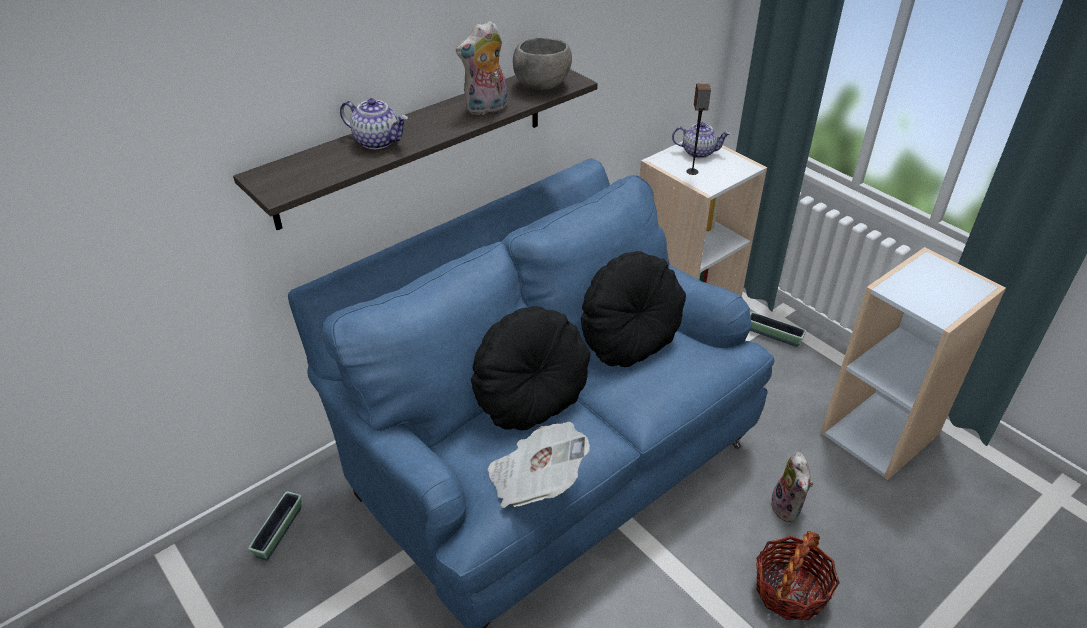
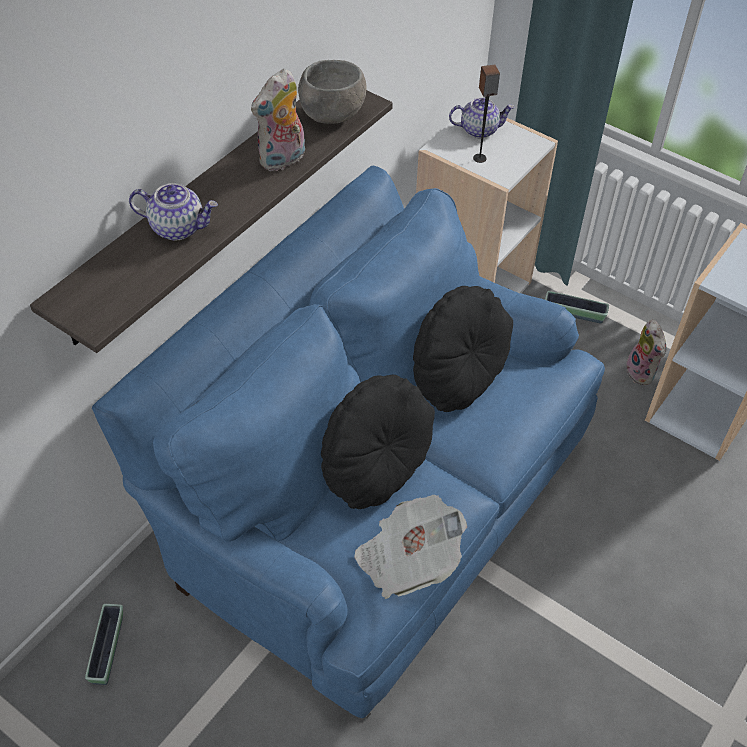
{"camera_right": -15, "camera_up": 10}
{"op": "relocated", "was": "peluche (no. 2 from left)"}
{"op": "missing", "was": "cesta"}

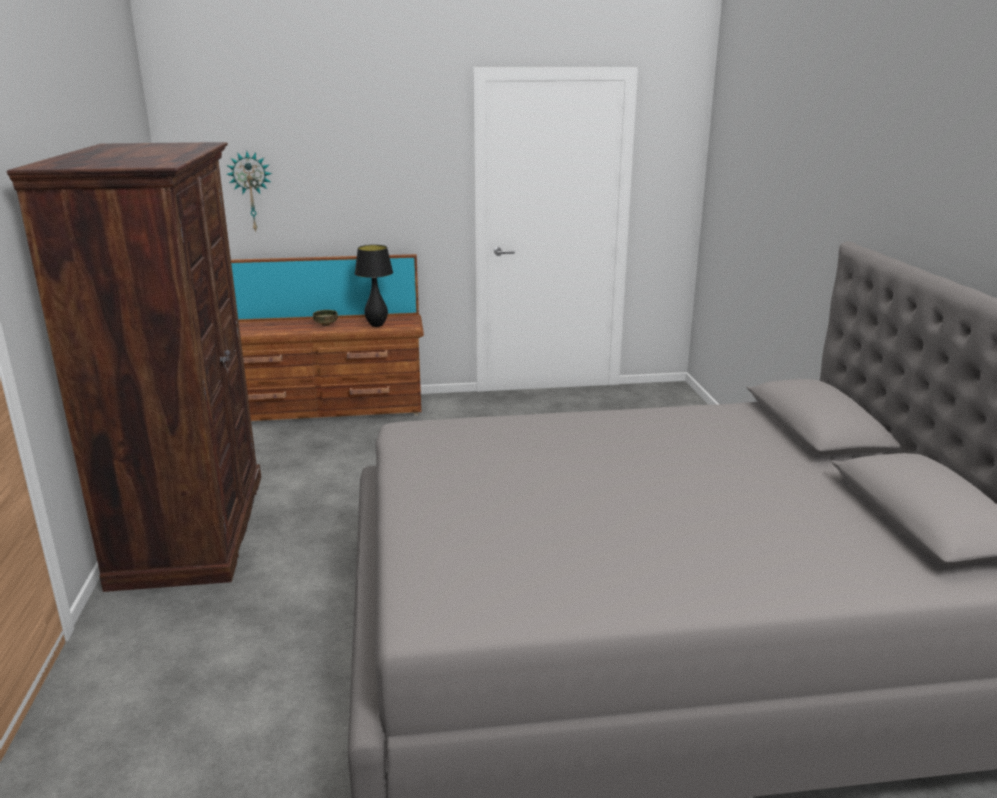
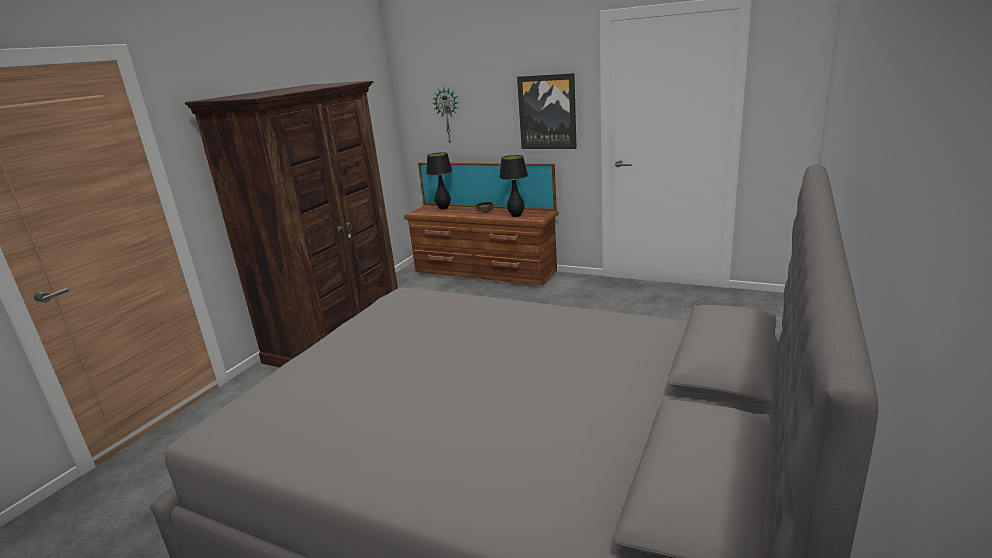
{"camera_right": 35, "camera_up": 0}
{"op": "appeared", "now": "cuadro"}
{"op": "appeared", "now": "lámpara de mesa [negro] (no. 1 from left)"}

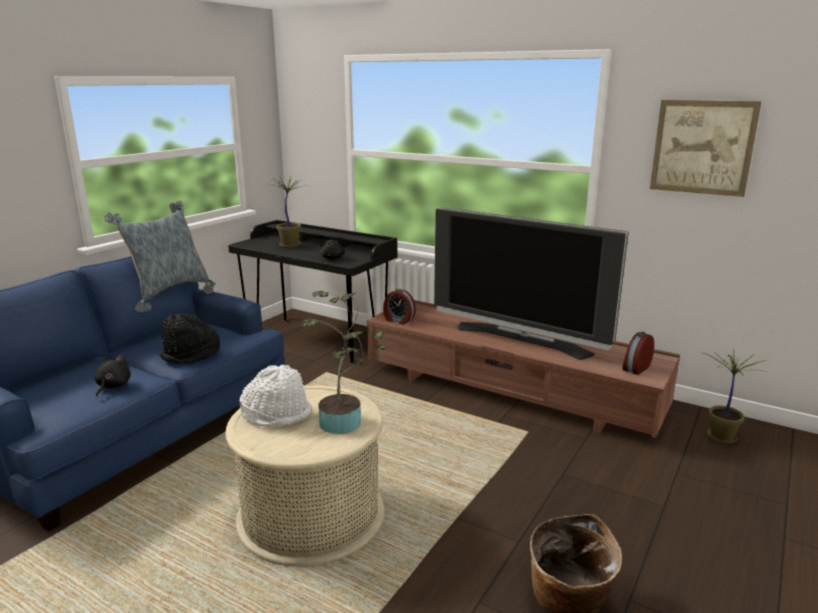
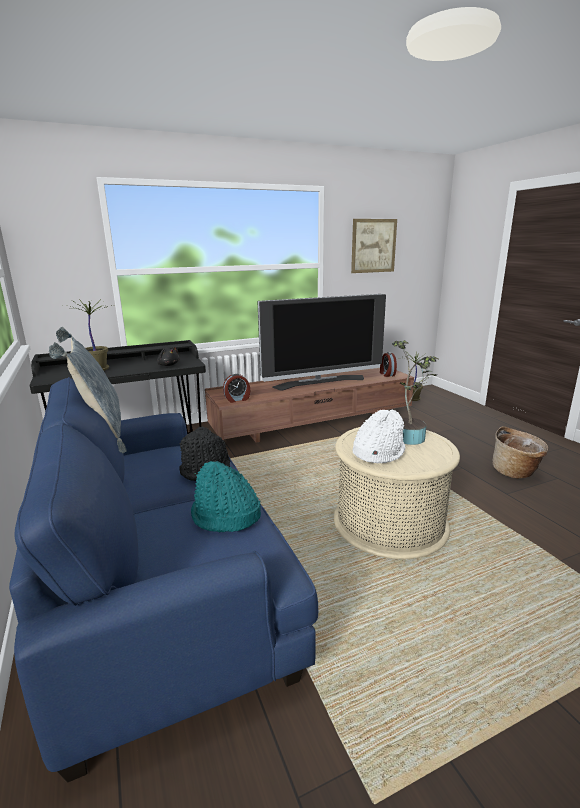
{"camera_right": -55, "camera_up": 0}
{"op": "exchanged", "was": "peluche [negro] (no. 1 from left)", "now": "sombrero [turquesa]"}

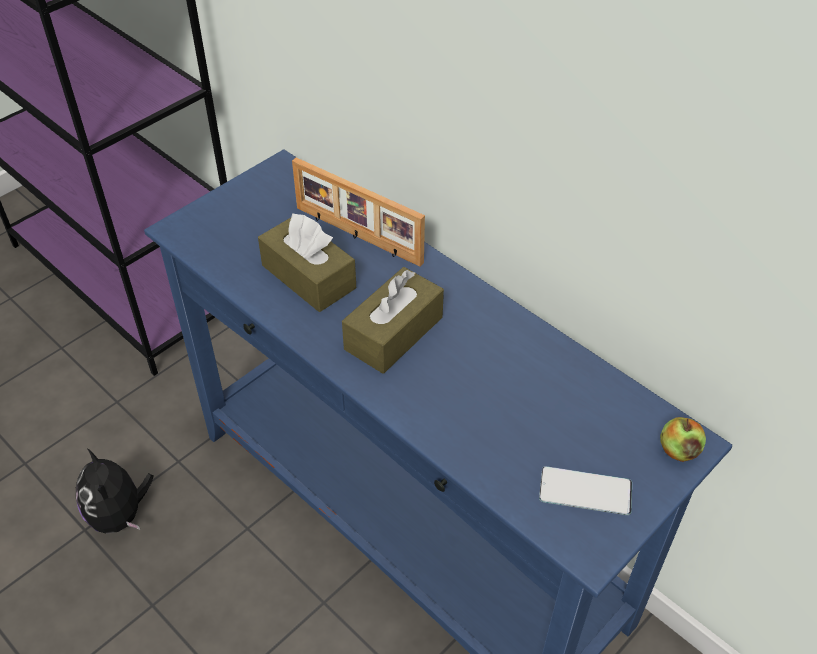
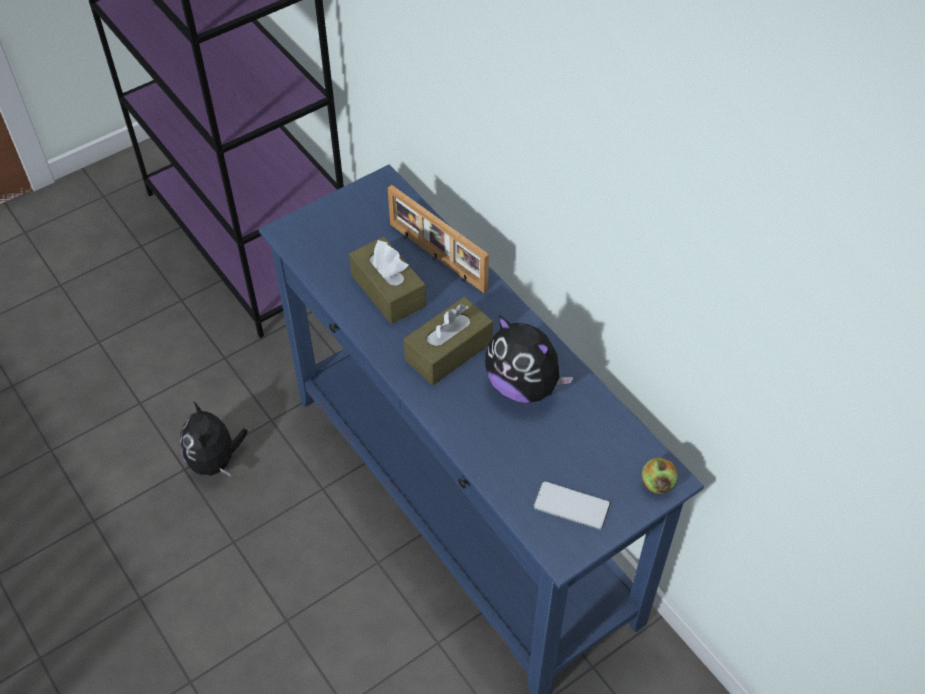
{"camera_right": 10, "camera_up": 5}
{"op": "appeared", "now": "peluche (no. 2 from left)"}

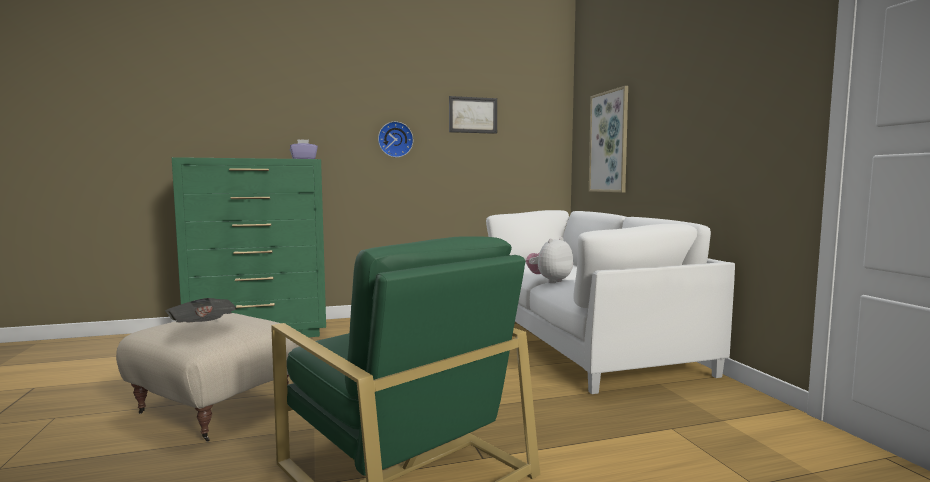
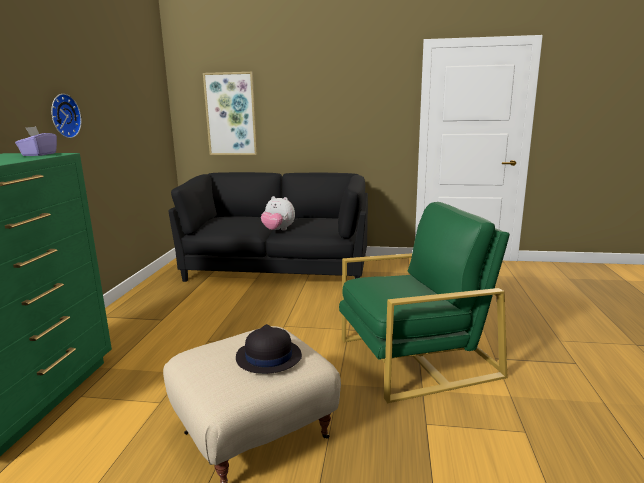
{"camera_right": -65, "camera_up": 10}
{"op": "missing", "was": "cuadro (no. 1 from left)"}
{"op": "colour", "was": "sofá [blanco]", "now": "sofá [negro]"}
{"op": "spun", "was": "peluche", "clockwise": -45}
{"op": "exchanged", "was": "periódico", "now": "sombrero [negro]"}

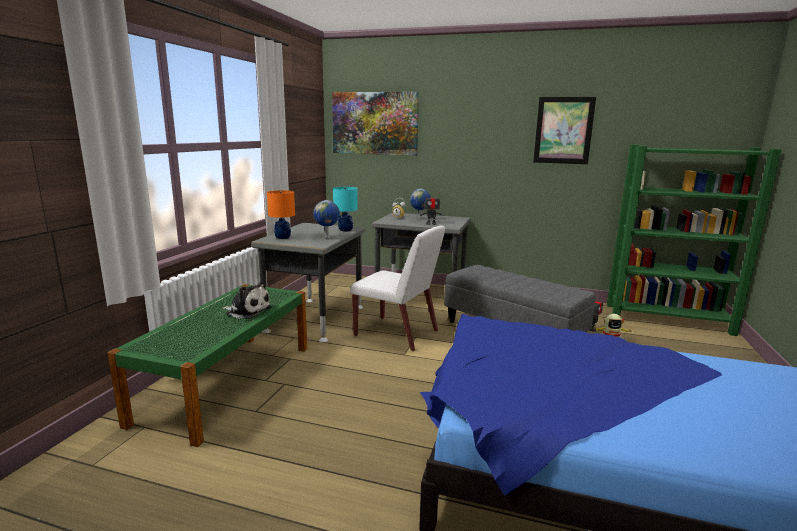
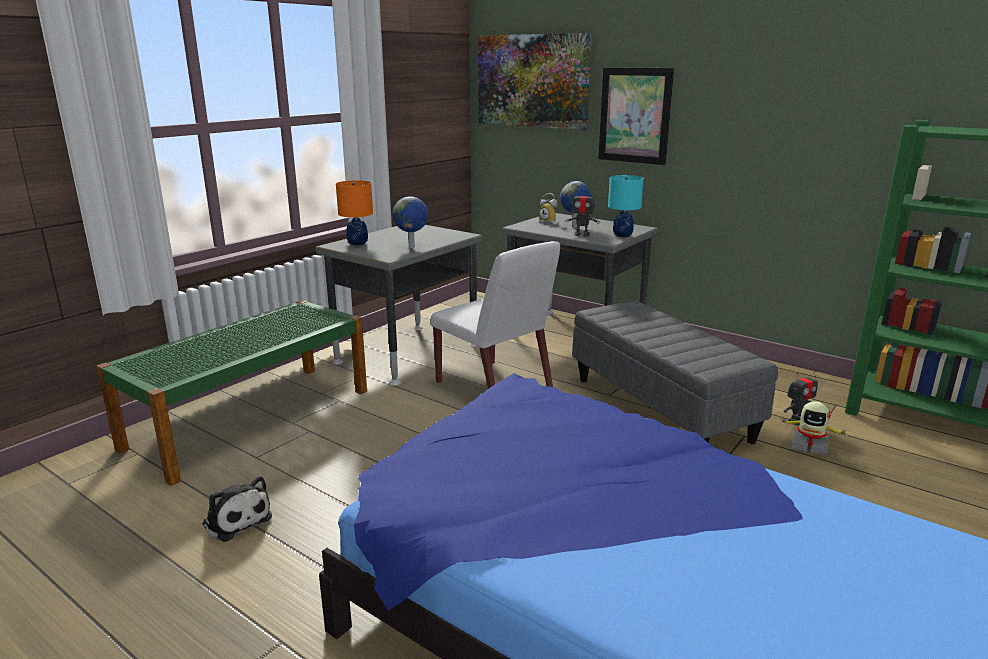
{"camera_right": 20, "camera_up": 5}
{"op": "relocated", "was": "cuadro (no. 2 from left)"}
{"op": "relocated", "was": "lámpara de mesa [turquesa]"}
{"op": "relocated", "was": "peluche"}

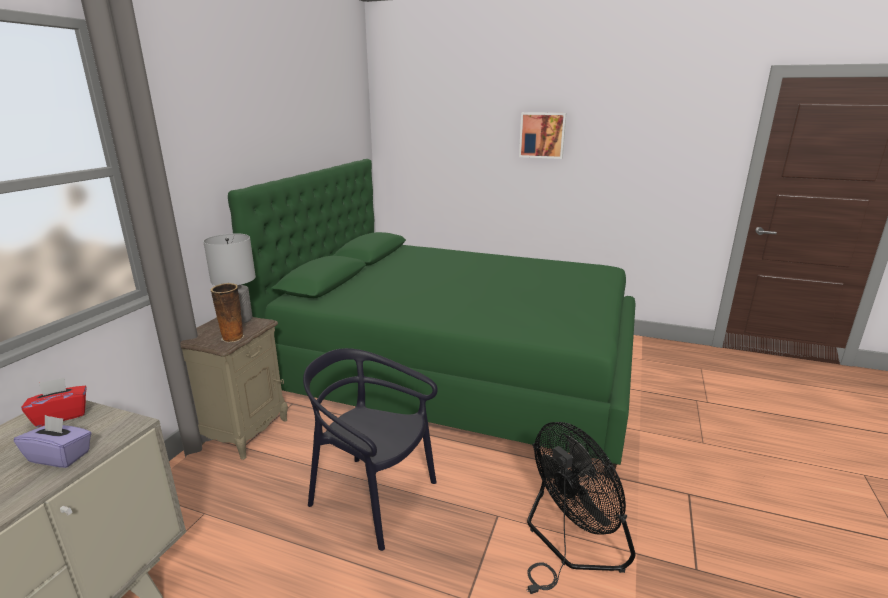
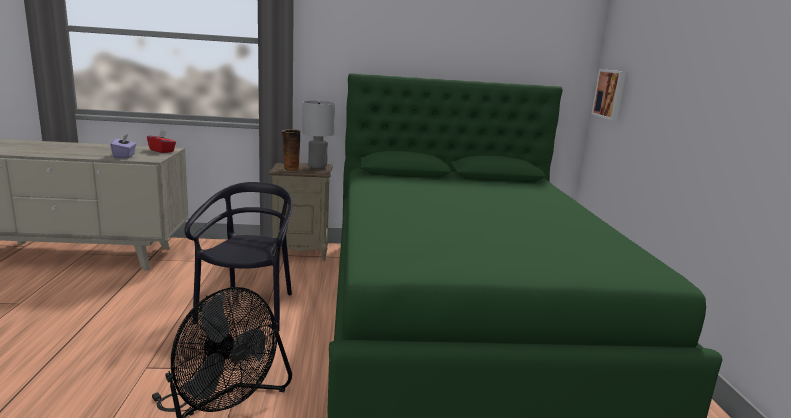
{"camera_right": 65, "camera_up": -5}
{"op": "relocated", "was": "cuadro"}

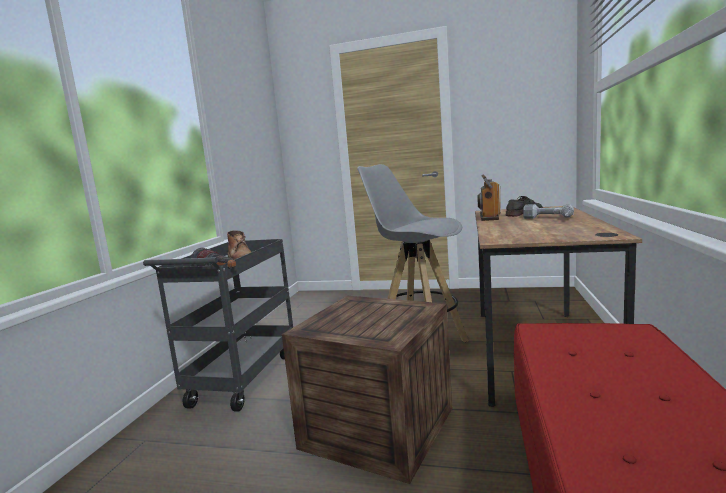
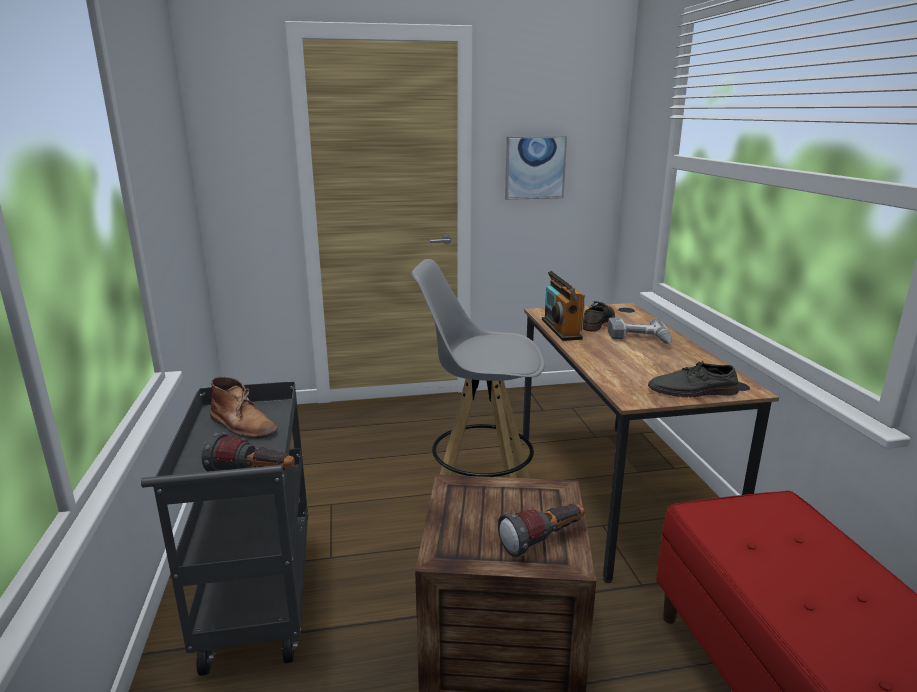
{"camera_right": -25, "camera_up": 10}
{"op": "appeared", "now": "cuadro"}
{"op": "appeared", "now": "zapato [gris] (no. 2 from left)"}
{"op": "appeared", "now": "linterna (no. 2 from left)"}

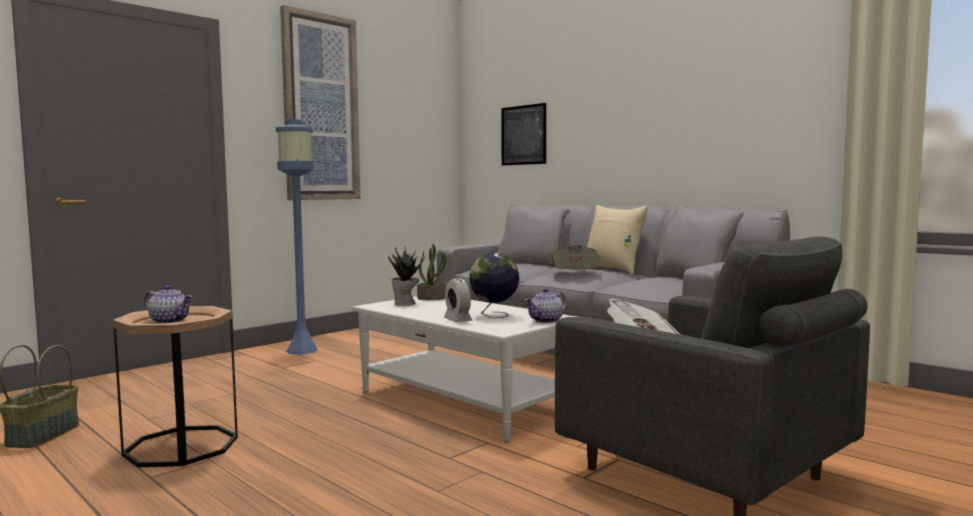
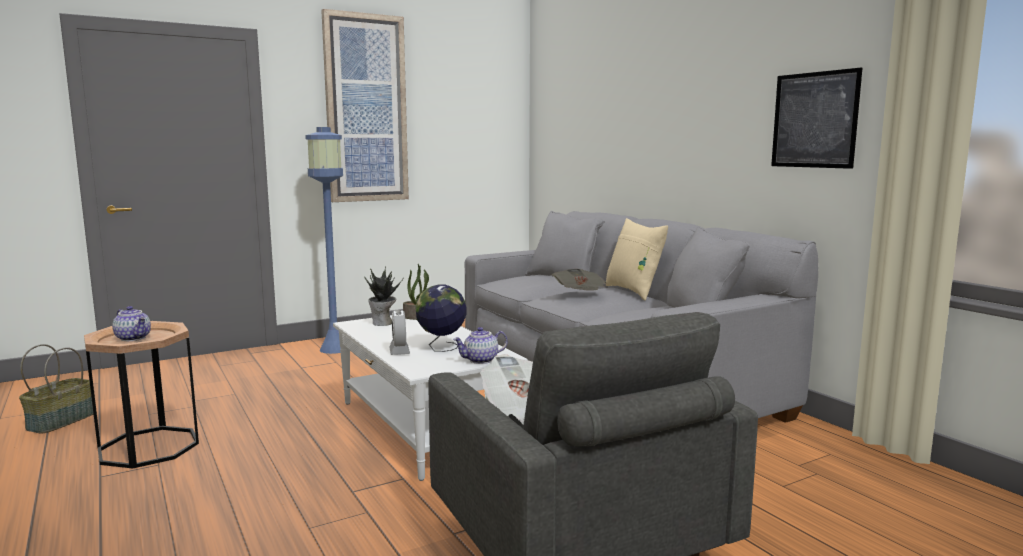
{"camera_right": 15, "camera_up": 5}
{"op": "relocated", "was": "cuadro (no. 2 from left)"}

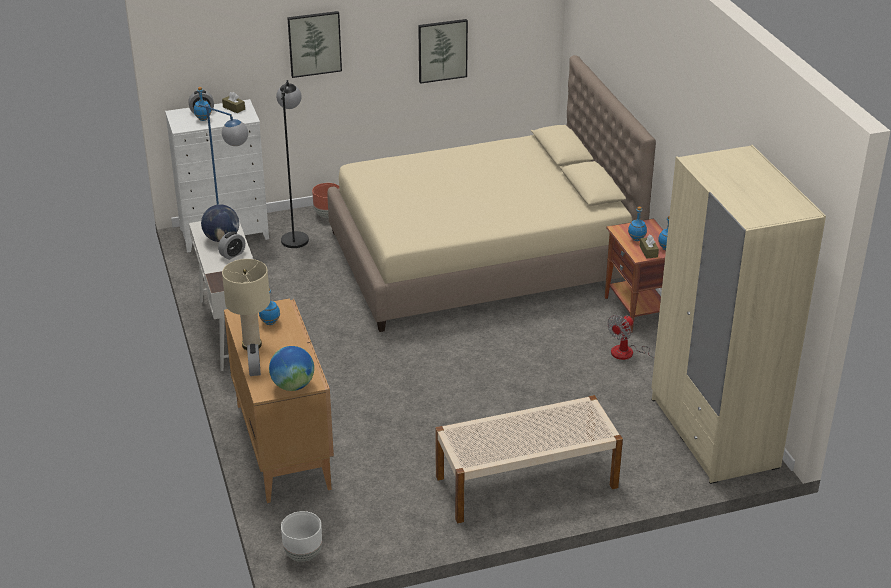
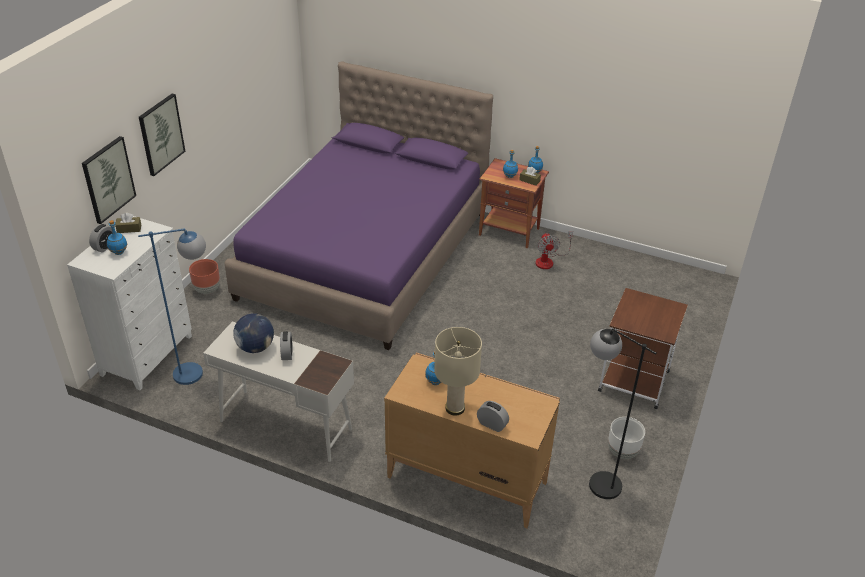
{"camera_right": -50, "camera_up": 5}
{"op": "relocated", "was": "cuadro (no. 2 from left in the first image)", "now": "cuadro (no. 1 from left)"}
{"op": "colour", "was": "cama [beis]", "now": "cama [morado]"}
{"op": "relocated", "was": "lámpara de pie [negro]"}
{"op": "missing", "was": "armario ropero [beis]"}
{"op": "missing", "was": "globo terráqueo (no. 2 from left)"}
{"op": "exchanged", "was": "banco [beis]", "now": "carrito [marrón]"}
{"op": "relocated", "was": "maceta [blanco]"}

